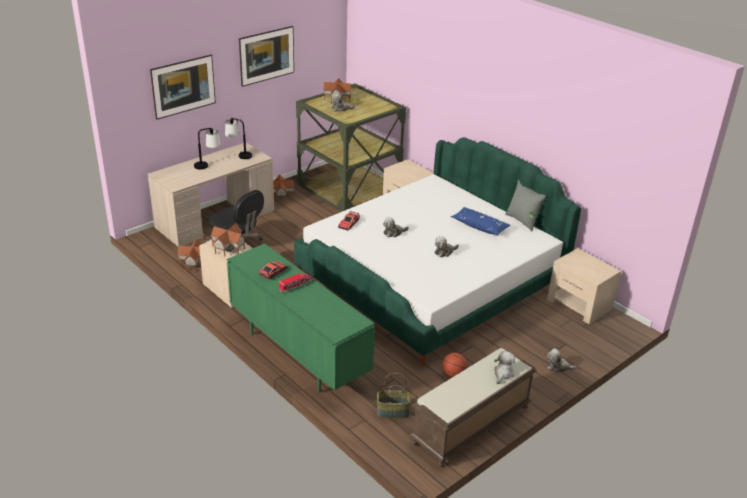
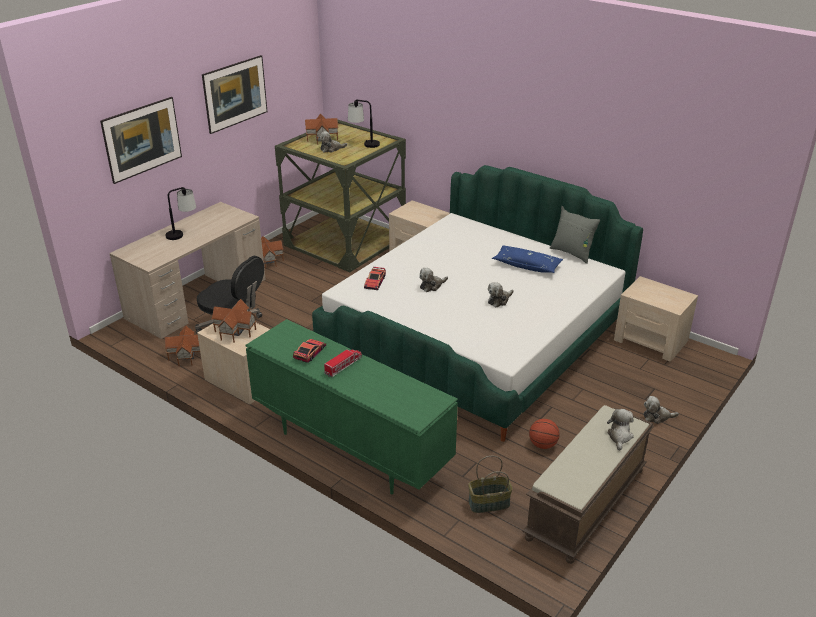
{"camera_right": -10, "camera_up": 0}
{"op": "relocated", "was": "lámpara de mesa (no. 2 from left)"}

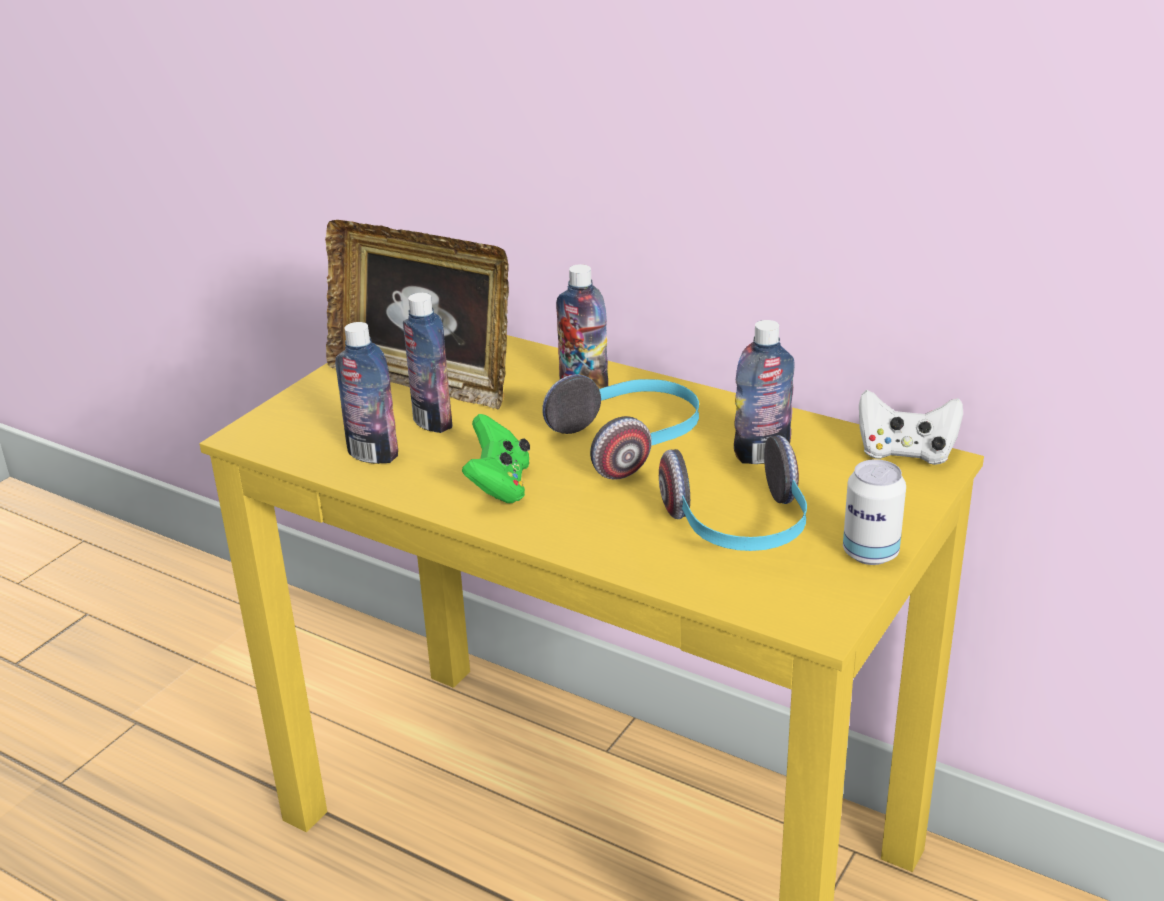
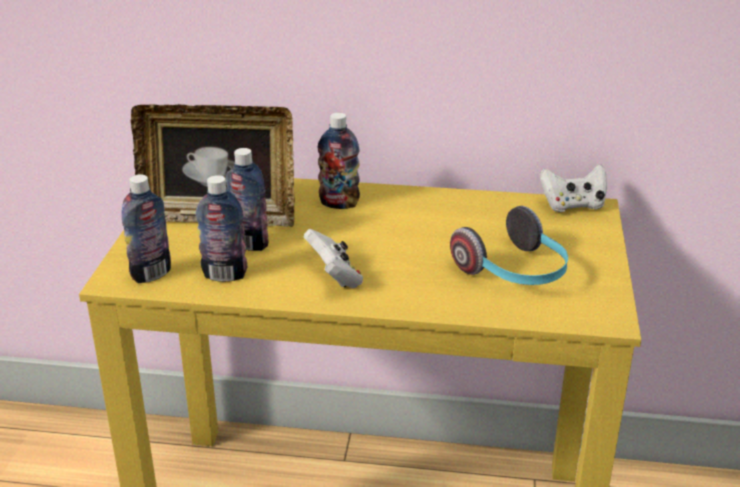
{"camera_right": -25, "camera_up": 0}
{"op": "relocated", "was": "botella (no. 4 from left in the first image)", "now": "botella (no. 1 from left)"}
{"op": "missing", "was": "auriculares (no. 1 from left)"}
{"op": "colour", "was": "mando de consola [verde]", "now": "mando de consola [blanco] (no. 1 from left)"}
{"op": "missing", "was": "lata"}

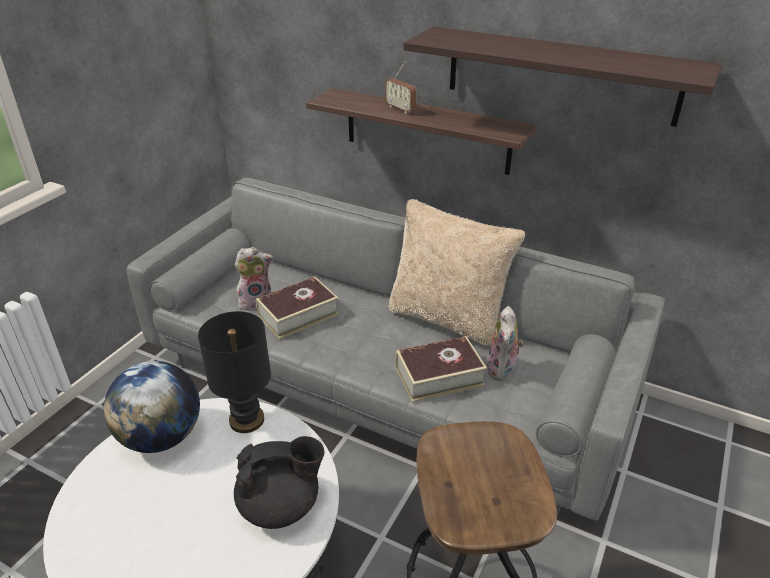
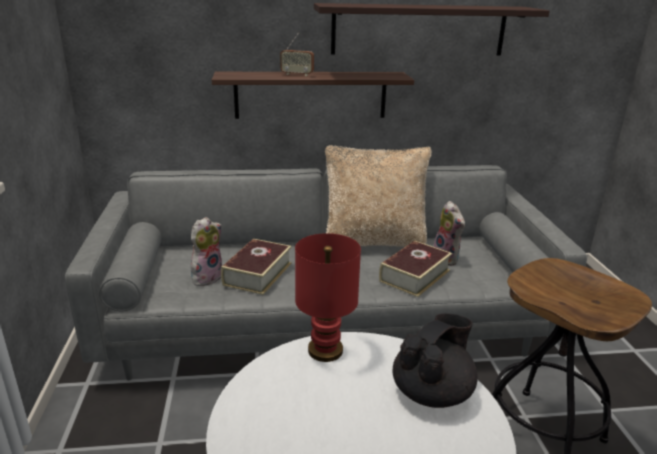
{"camera_right": -35, "camera_up": -10}
{"op": "colour", "was": "lámpara de mesa [negro]", "now": "lámpara de mesa [rojo]"}
{"op": "missing", "was": "globo terráqueo"}

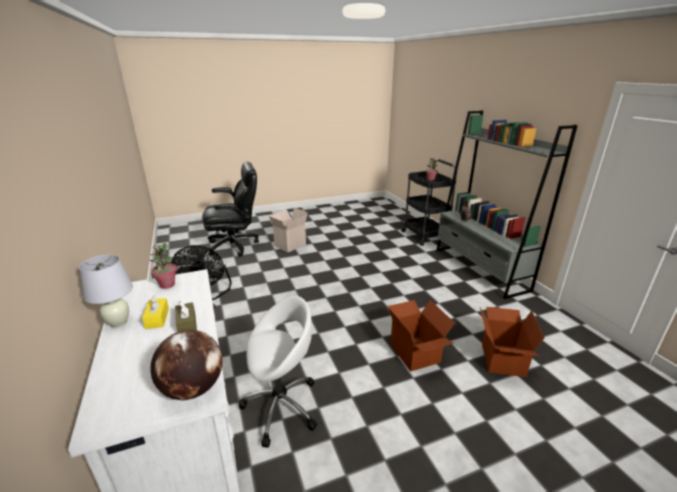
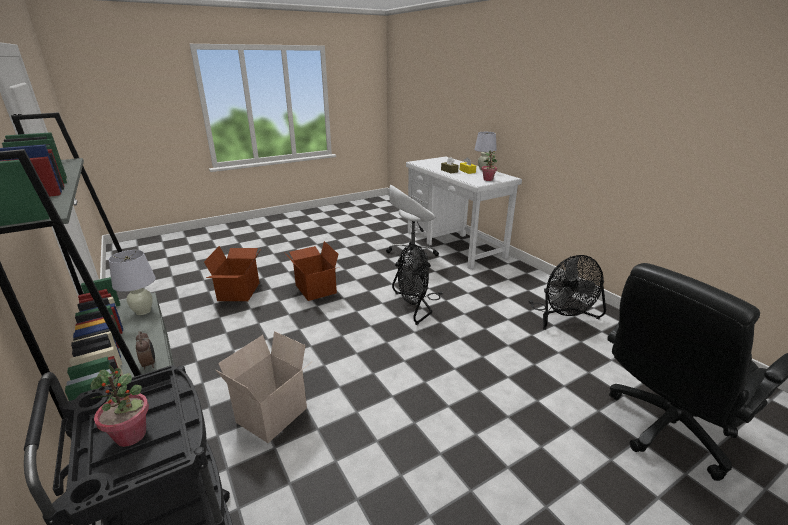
{"camera_right": 170, "camera_up": 0}
{"op": "relocated", "was": "caja de cartón (no. 1 from left in the first image)", "now": "caja de cartón (no. 2 from left)"}
{"op": "missing", "was": "globo terráqueo"}
{"op": "appeared", "now": "ventilador [negro] (no. 1 from left)"}
{"op": "appeared", "now": "lámpara de mesa [blanco] (no. 1 from left)"}

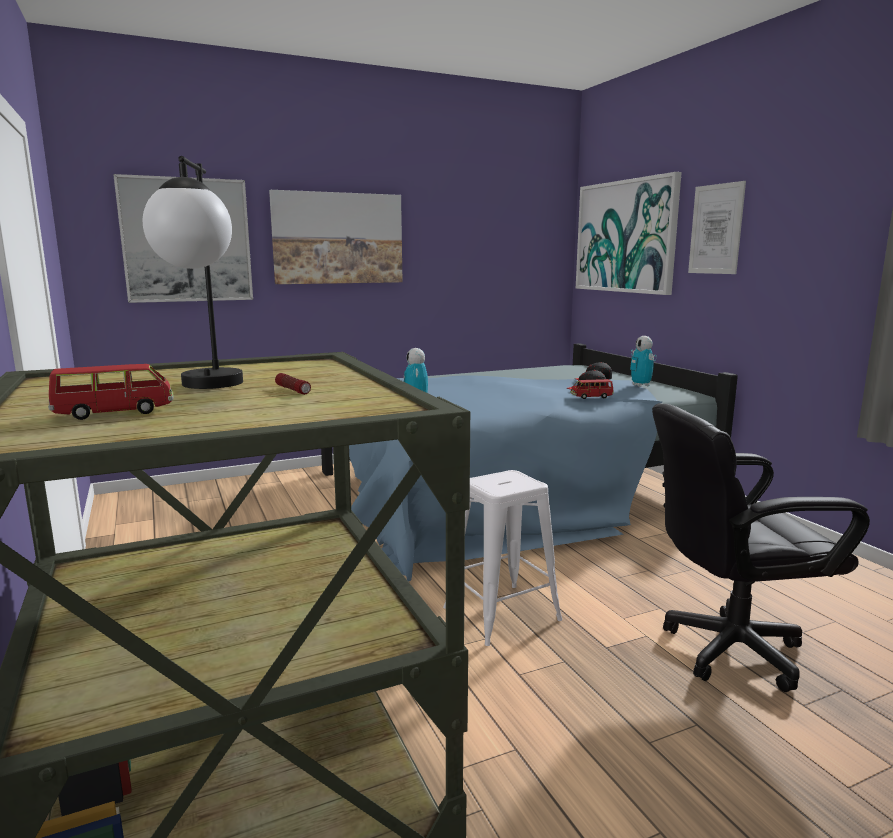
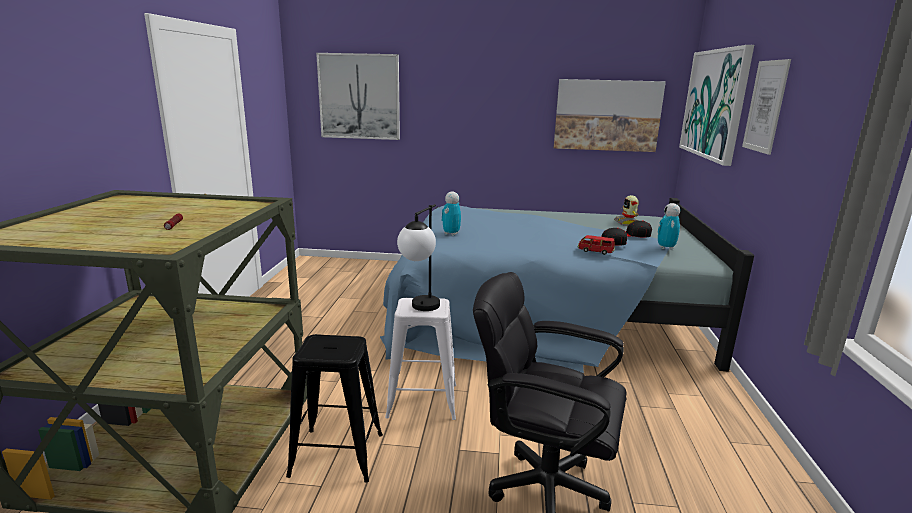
{"camera_right": 30, "camera_up": 5}
{"op": "relocated", "was": "lámpara de mesa"}
{"op": "relocated", "was": "cuadro (no. 2 from left)"}
{"op": "missing", "was": "coche de juguete [rojo] (no. 1 from left)"}
{"op": "appeared", "now": "robot de juguete (no. 2 from left)"}
{"op": "appeared", "now": "taburete [negro]"}

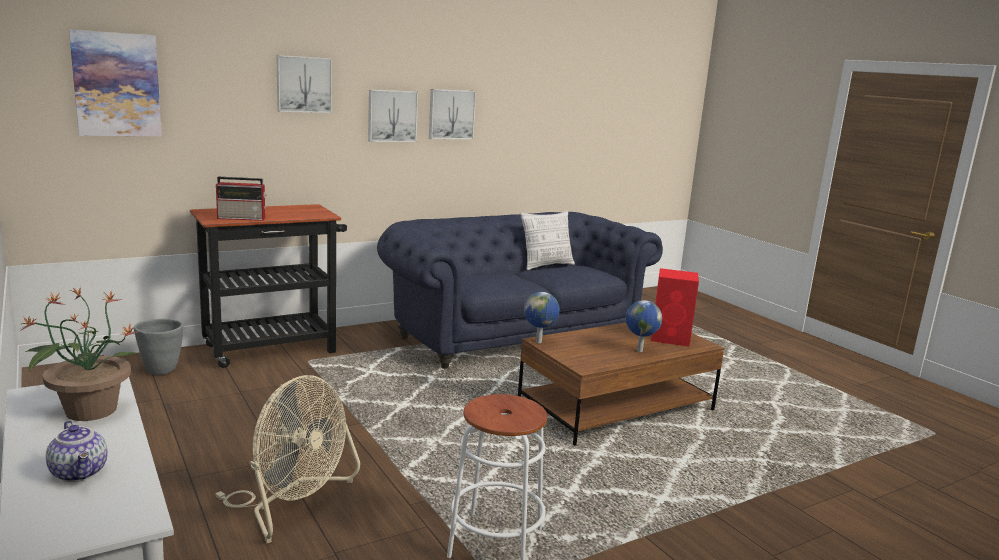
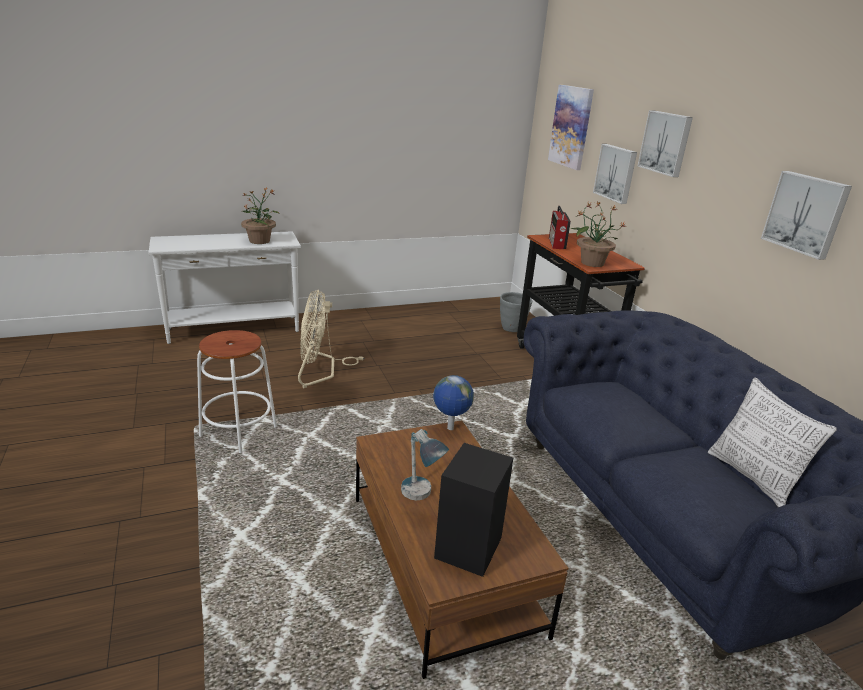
{"camera_right": 100, "camera_up": 10}
{"op": "relocated", "was": "cuadro (no. 3 from left in the first image)", "now": "cuadro (no. 2 from left)"}
{"op": "colour", "was": "altavoz [rojo]", "now": "altavoz [negro]"}
{"op": "exchanged", "was": "globo terráqueo (no. 2 from left)", "now": "lámpara de mesa"}
{"op": "spun", "was": "ventilador [beis]", "clockwise": 45}
{"op": "missing", "was": "tetera"}
{"op": "appeared", "now": "planta en maceta (no. 2 from left)"}

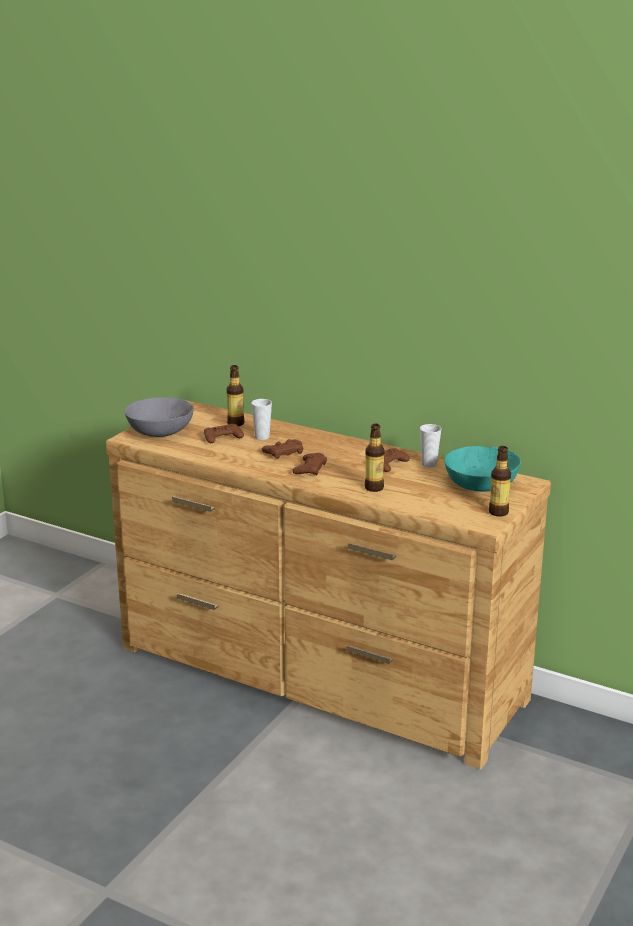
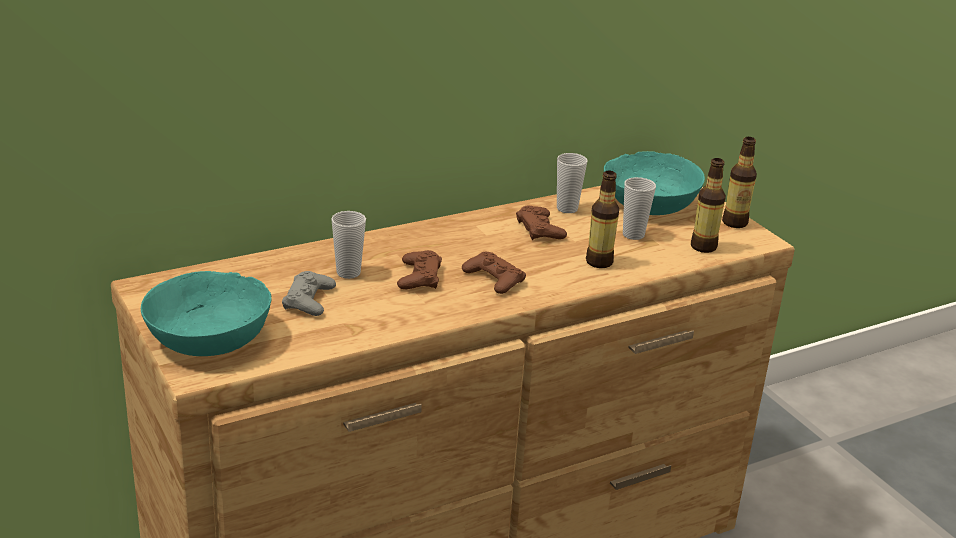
{"camera_right": -60, "camera_up": 5}
{"op": "relocated", "was": "botella (no. 1 from left in the first image)", "now": "botella (no. 2 from left)"}
{"op": "colour", "was": "cuenco [gris]", "now": "cuenco [turquesa] (no. 1 from left)"}
{"op": "colour", "was": "mando de consola [marrón] (no. 1 from left)", "now": "mando de consola [gris]"}
{"op": "appeared", "now": "taza (no. 3 from left)"}

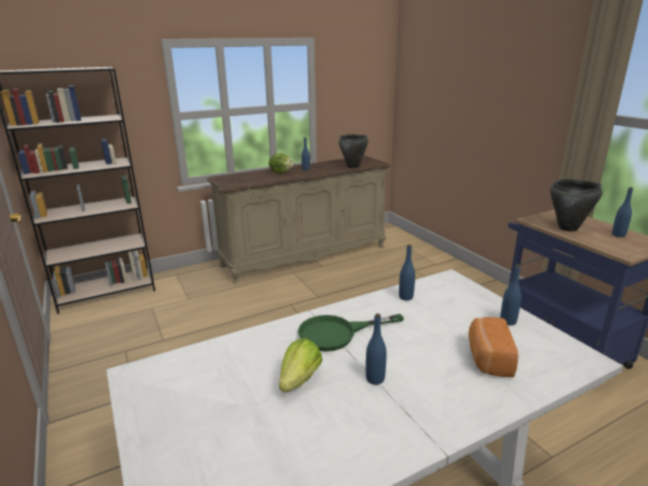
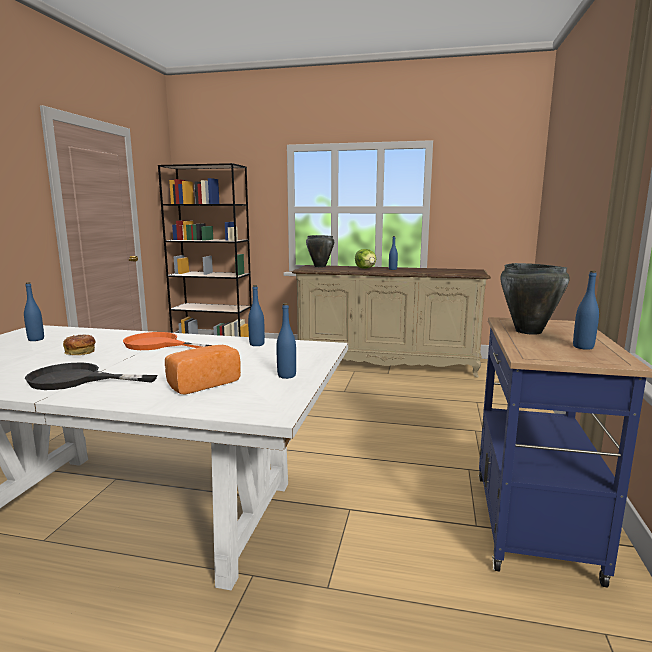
{"camera_right": 40, "camera_up": -10}
{"op": "relocated", "was": "olla [negro] (no. 1 from left)"}
{"op": "relocated", "was": "botella [azul] (no. 2 from left in the first image)", "now": "botella [azul] (no. 1 from left)"}
{"op": "colour", "was": "sartén [verde]", "now": "sartén [naranja]"}
{"op": "exchanged", "was": "lechuga (no. 2 from left)", "now": "pan (no. 1 from left)"}
{"op": "appeared", "now": "sartén [negro]"}

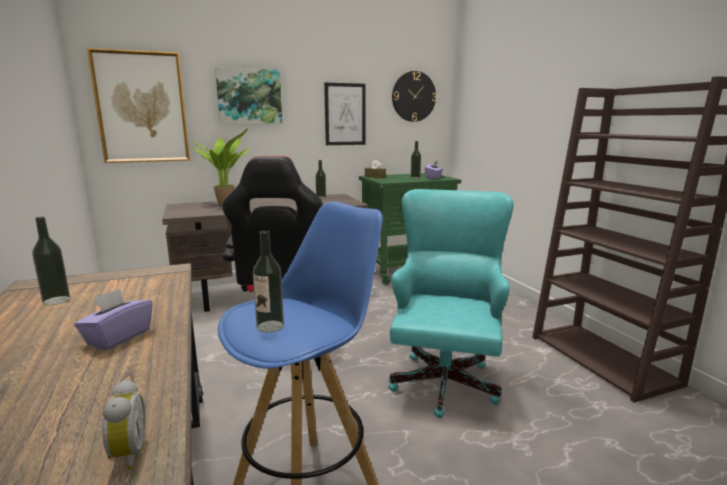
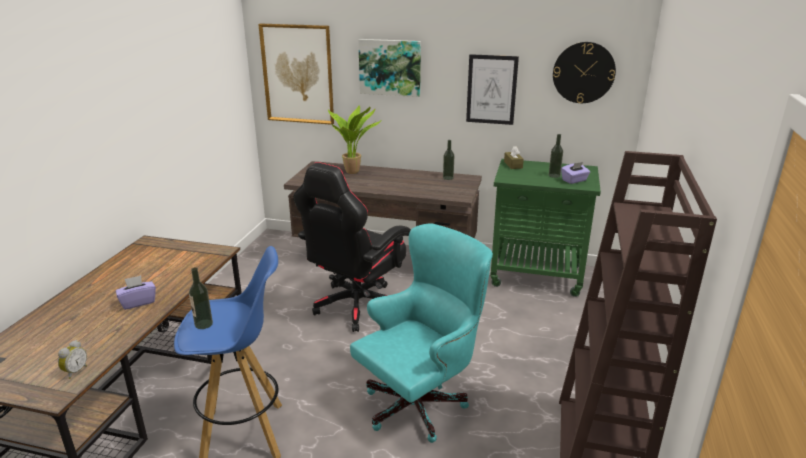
{"camera_right": 35, "camera_up": 10}
{"op": "missing", "was": "botella (no. 1 from left)"}

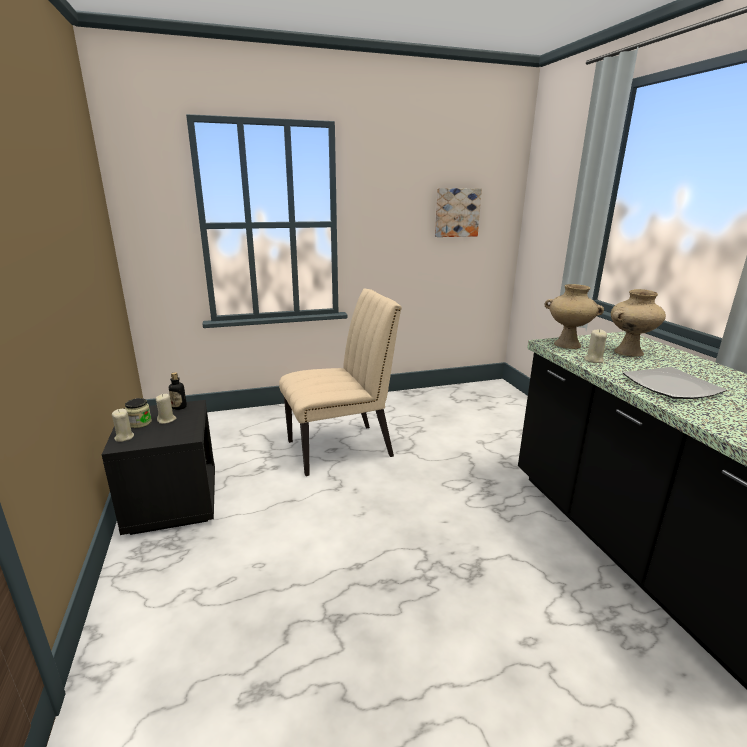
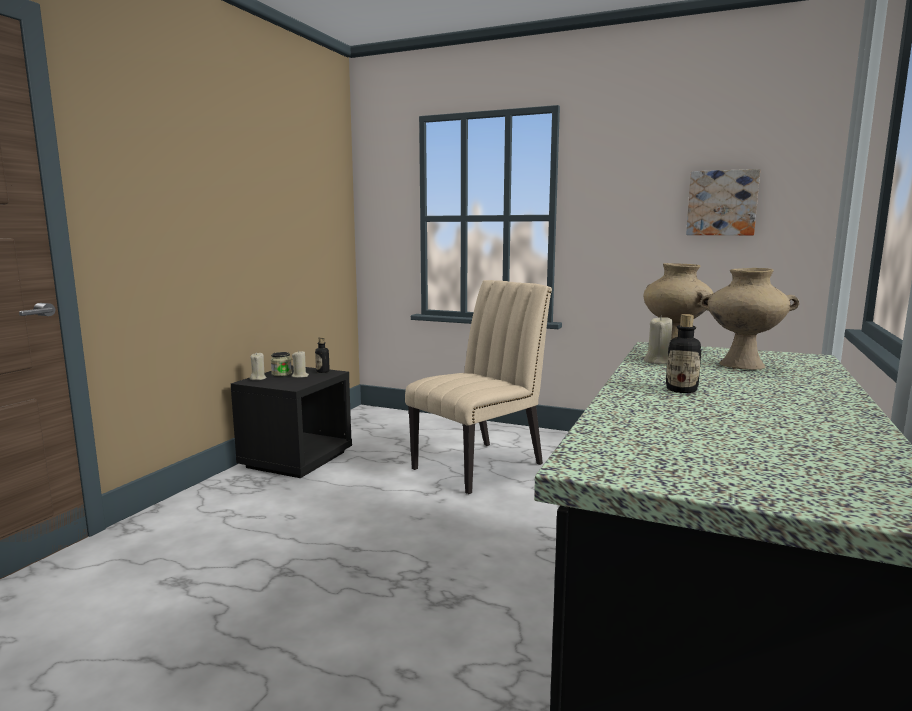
{"camera_right": 40, "camera_up": -10}
{"op": "spun", "was": "silla [beis]", "clockwise": -60}
{"op": "exchanged", "was": "plato", "now": "botella (no. 2 from left)"}

